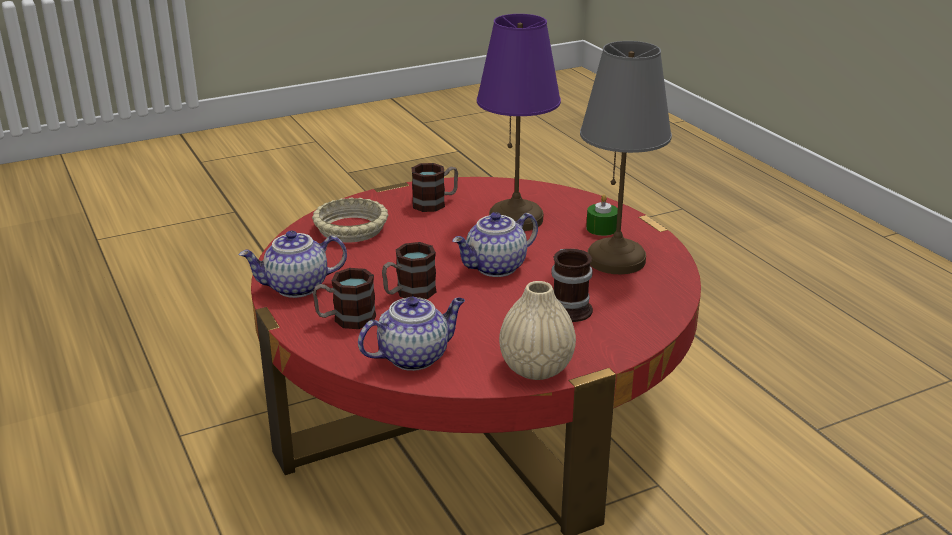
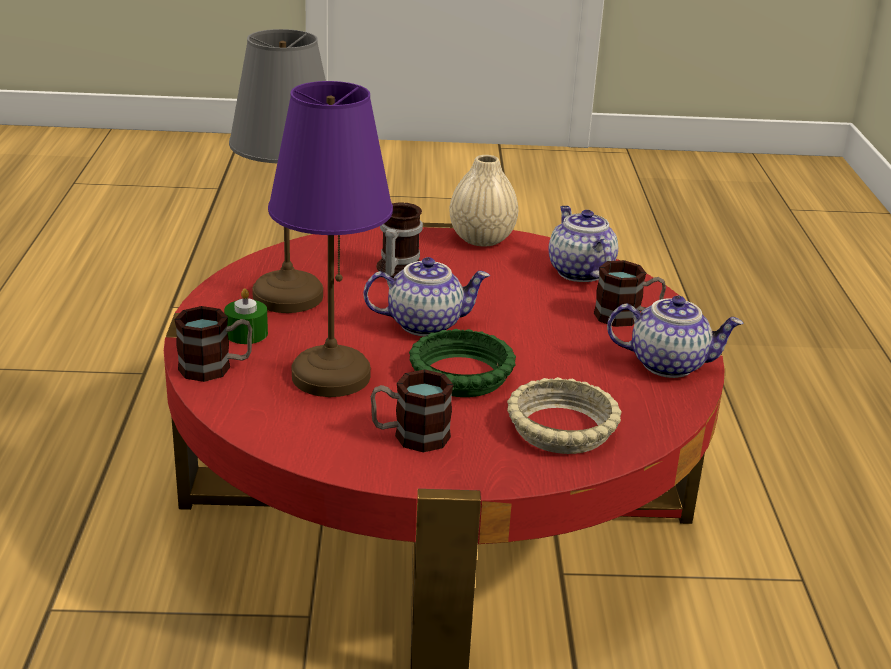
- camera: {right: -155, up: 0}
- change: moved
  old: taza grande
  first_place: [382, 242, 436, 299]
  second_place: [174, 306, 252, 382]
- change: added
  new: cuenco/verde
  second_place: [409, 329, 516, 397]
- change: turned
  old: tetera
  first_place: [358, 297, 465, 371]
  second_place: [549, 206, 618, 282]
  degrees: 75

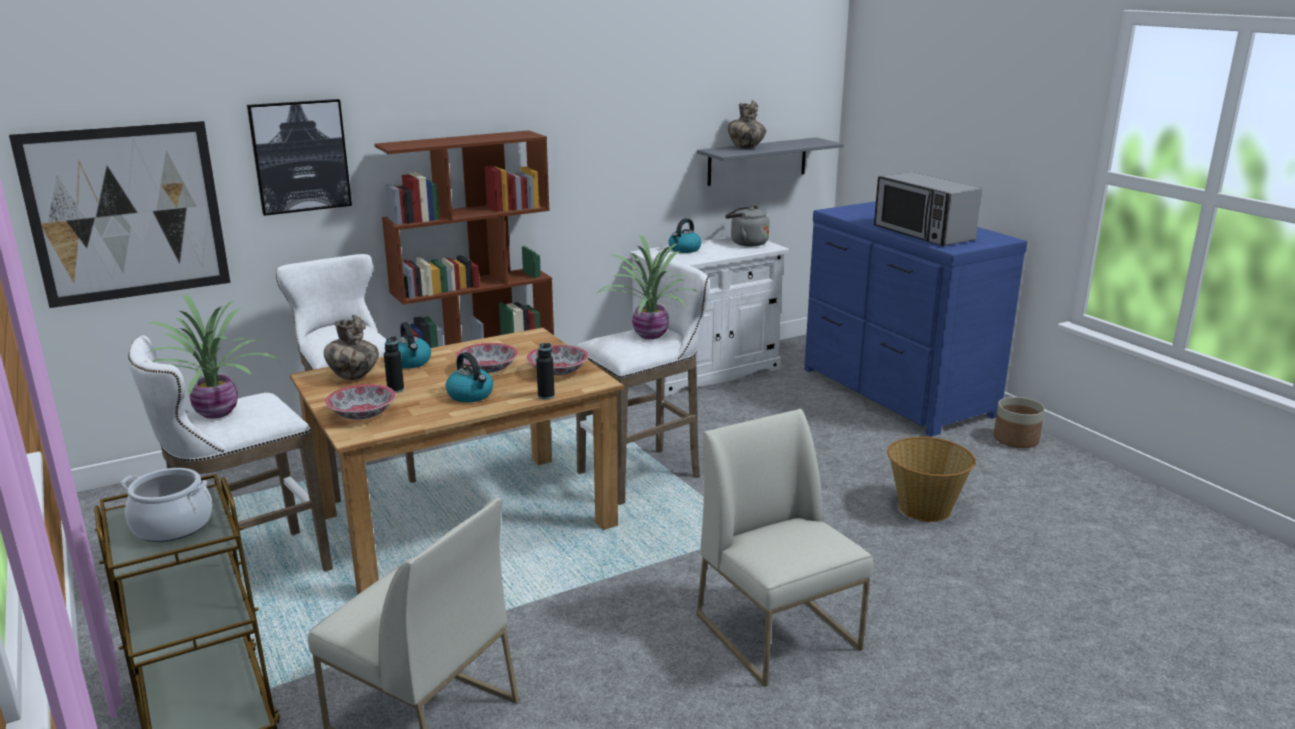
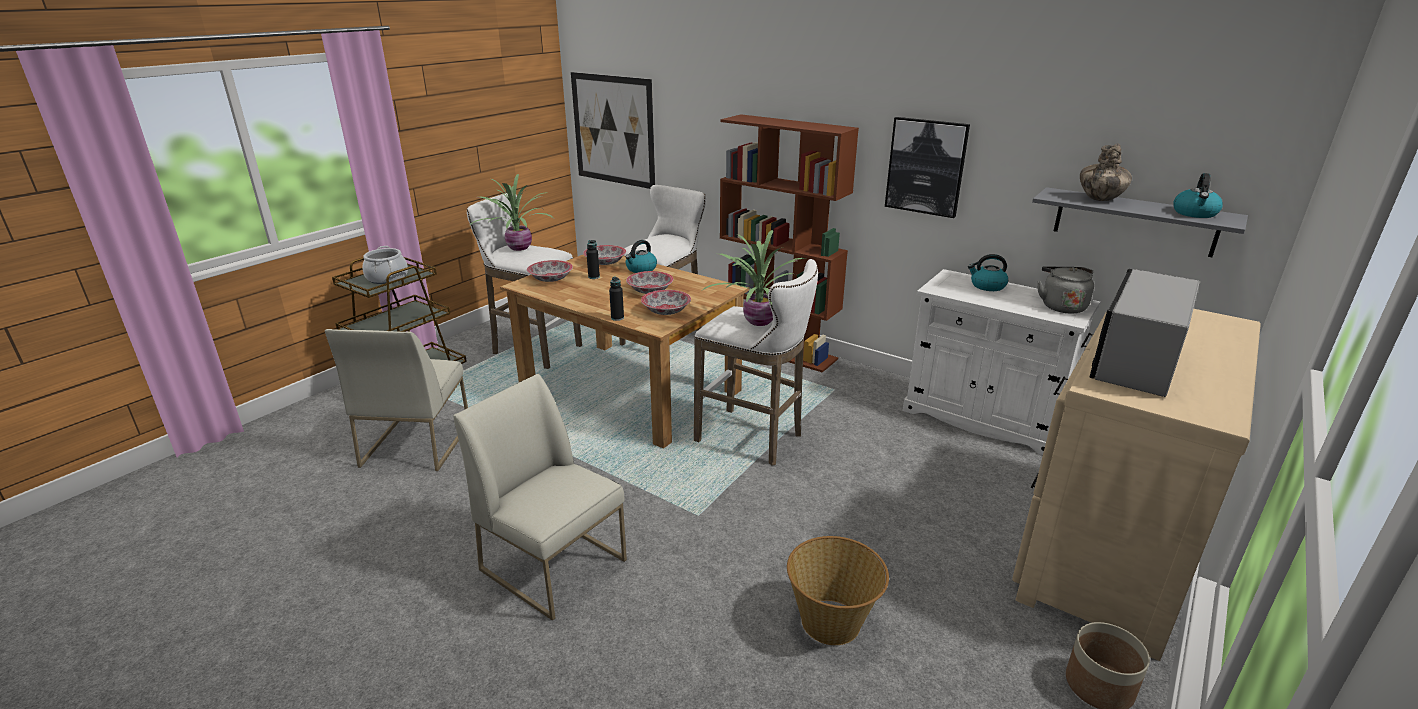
- camera: {right: 65, up: 5}
- change: turned
  old: silla/blanco
  first_place: [696, 409, 873, 687]
  second_place: [453, 374, 627, 621]
  degrees: -90
- change: replaced
  old: florero
  new: cuenco
  first_place: [324, 315, 379, 380]
  second_place: [583, 245, 626, 265]
- change: moved
  old: cuadro
  first_place: [247, 99, 352, 216]
  second_place: [885, 117, 970, 218]
- change: recoloured
  old: cómoda/azul
  new: cómoda/beis
  first_place: [804, 201, 1027, 437]
  second_place: [1012, 309, 1261, 661]
- change: moved
  old: hervidor
  first_place: [446, 352, 493, 403]
  second_place: [1173, 173, 1223, 218]

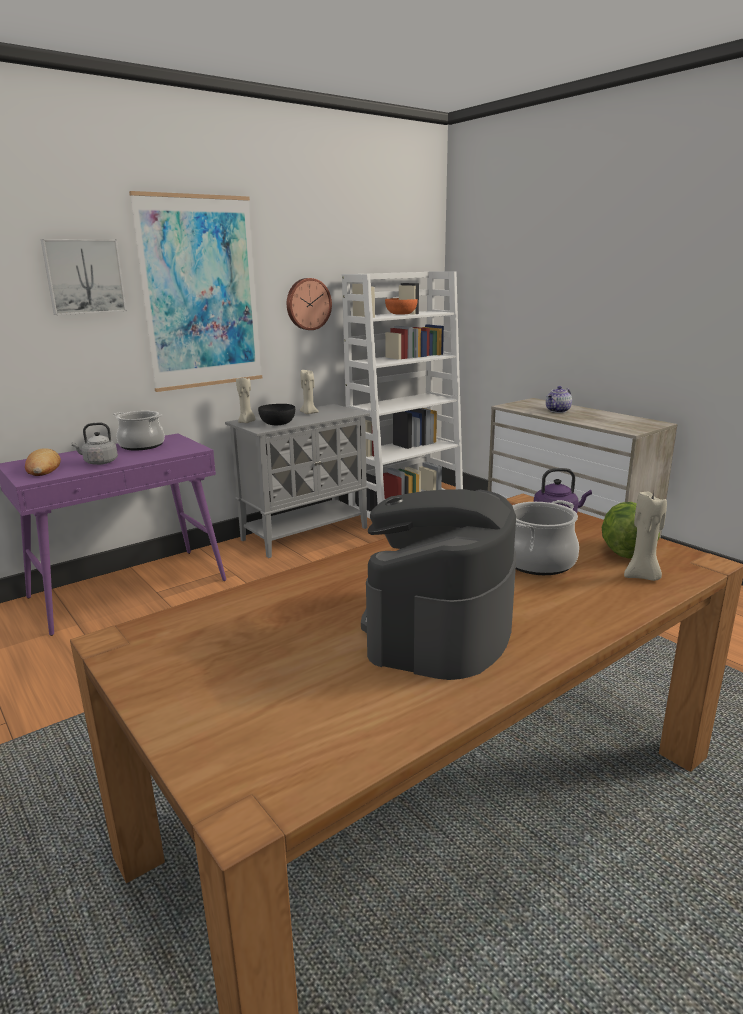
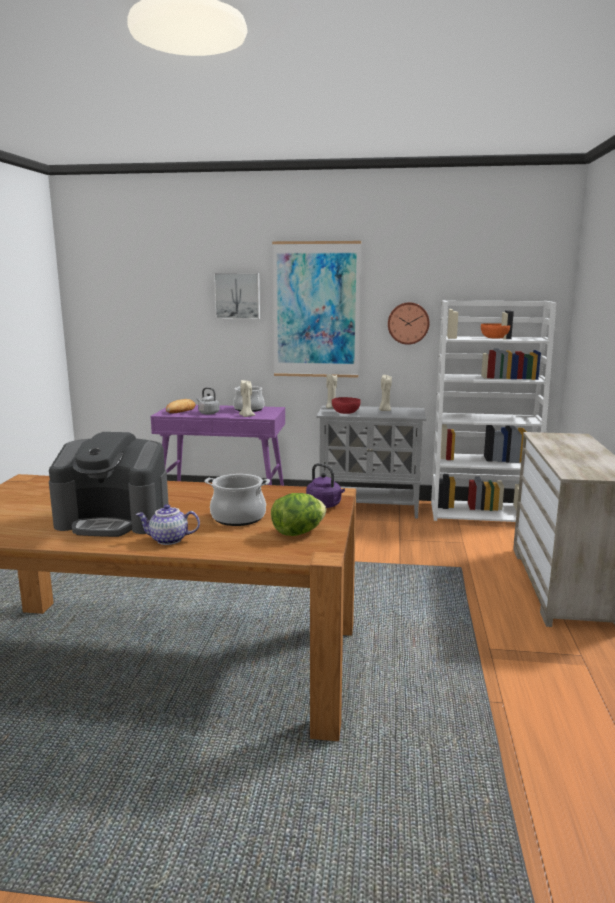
- camera: {right: 45, up: -5}
- change: turned
  old: cafetera
  first_place: [361, 489, 516, 680]
  second_place: [49, 432, 168, 537]
  degrees: -150
- change: moved
  old: tetera
  first_place: [546, 386, 572, 413]
  second_place: [136, 504, 200, 545]
- change: moved
  old: vela/beis
  first_place: [624, 492, 667, 581]
  second_place: [239, 380, 255, 417]
- change: recoloured
  old: cuenco/negro
  new: cuenco/rojo
  first_place: [258, 404, 295, 425]
  second_place: [332, 397, 361, 414]

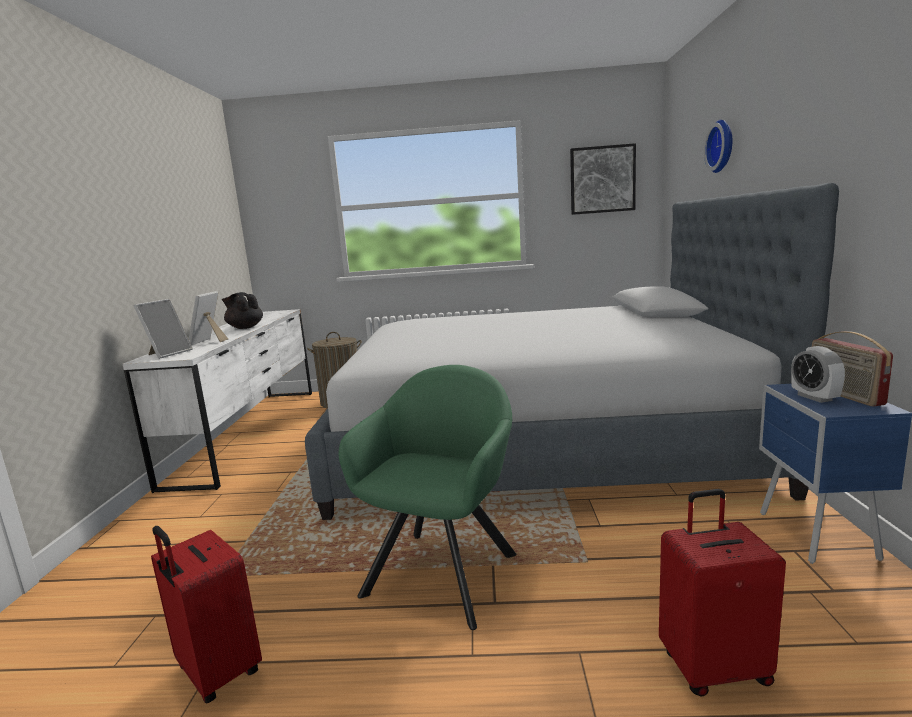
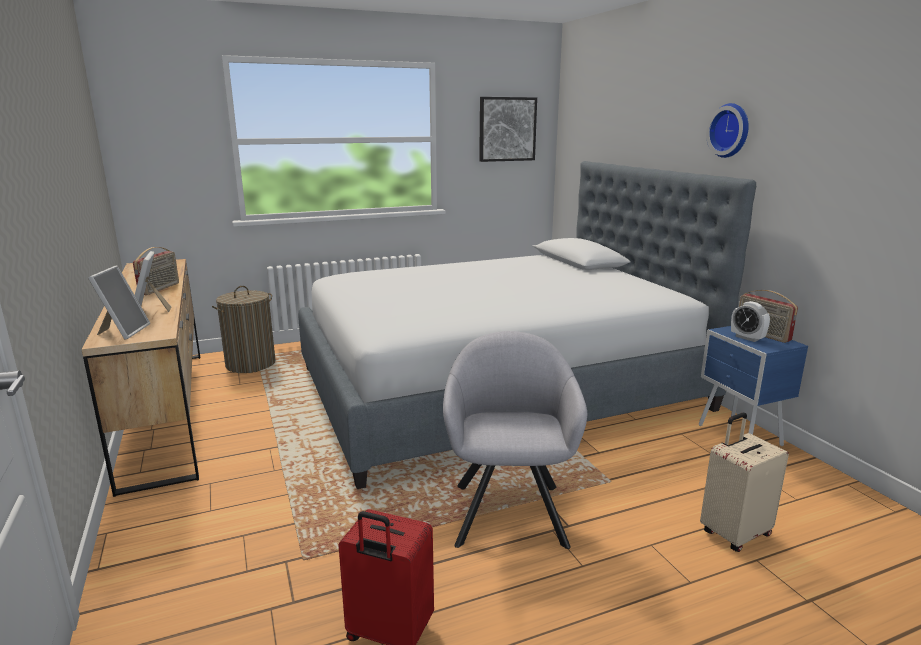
- camera: {right: -25, up: 5}
- change: recoloured
  old: cómoda/blanco
  new: cómoda/marrón
  first_place: [123, 309, 312, 493]
  second_place: [81, 259, 200, 497]
- change: replaced
  old: tetera/negro
  new: radio
  first_place: [222, 292, 263, 329]
  second_place: [133, 247, 179, 295]
- change: recoloured
  old: sillón/verde
  new: sillón/gris
  first_place: [339, 365, 516, 630]
  second_place: [443, 331, 587, 549]
- change: recoloured
  old: maleta/rojo
  new: maleta/beis
  first_place: [659, 489, 786, 697]
  second_place: [700, 413, 789, 552]
- change: moved
  old: reloj de pared
  first_place: [704, 120, 732, 173]
  second_place: [706, 103, 749, 158]

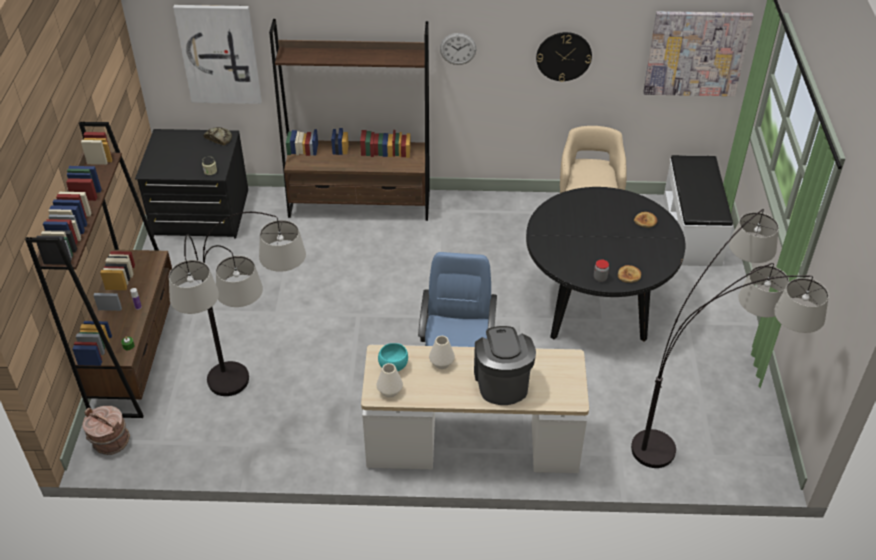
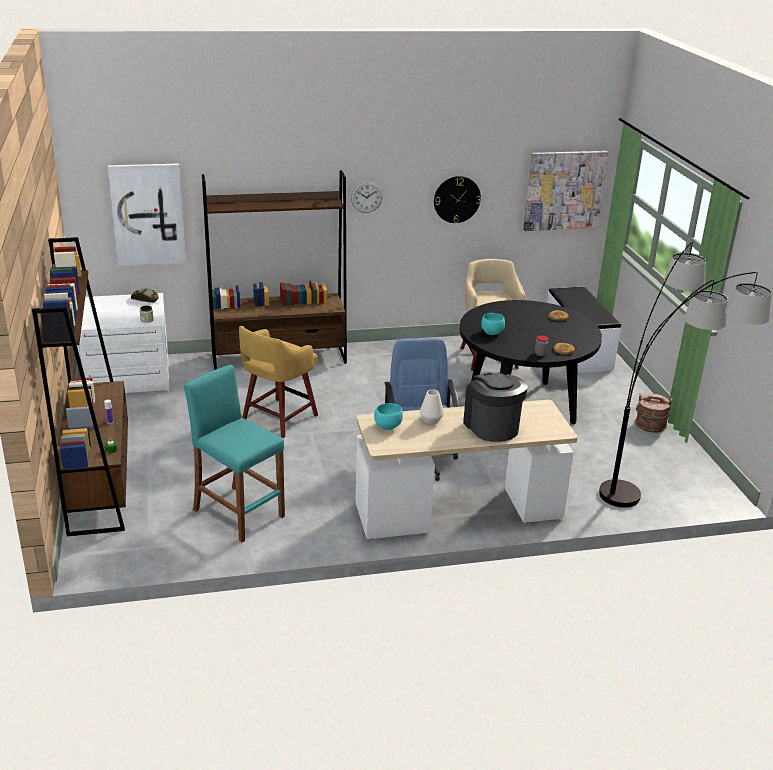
- camera: {right: -15, up: -15}
- change: recoloured
  old: cómoda/negro
  new: cómoda/blanco
  first_place: [135, 129, 248, 239]
  second_place: [77, 293, 170, 393]
- change: replaced
  old: lámpara de pie
  new: taburete/turquesa
  first_place: [169, 212, 306, 396]
  second_place: [184, 365, 285, 542]
- change: added
  new: taburete/amarillo
  second_place: [239, 326, 318, 438]
- change: added
  new: cuenco/turquesa
  second_place: [481, 313, 505, 335]
- change: moved
  old: cubo/marrón
  first_place: [82, 406, 130, 455]
  second_place: [635, 393, 672, 433]
- change: removed
  old: florero/blanco
  first_place: [377, 363, 403, 397]

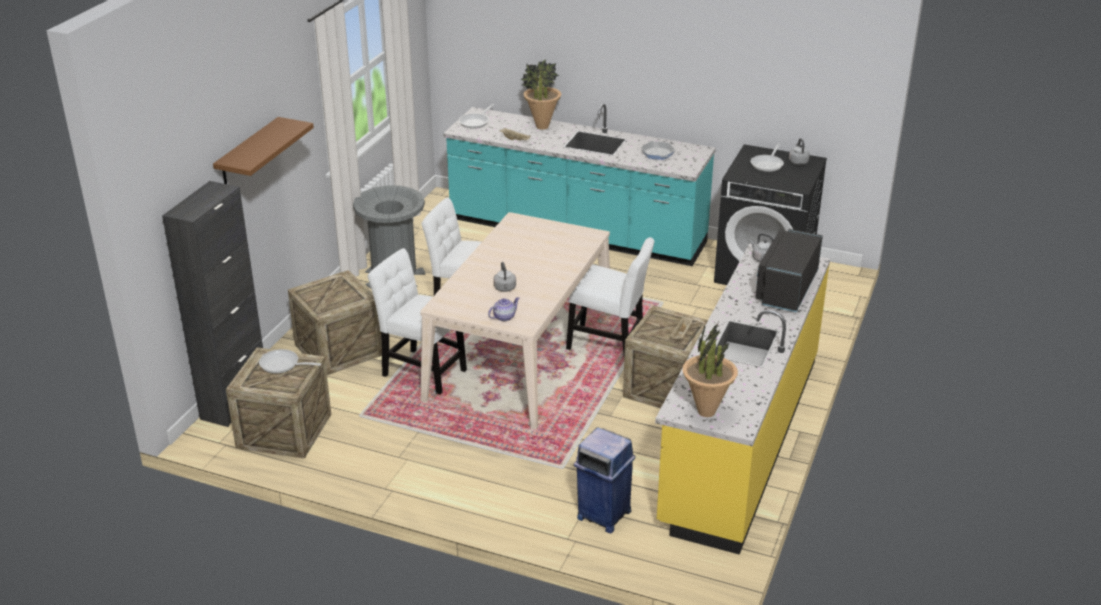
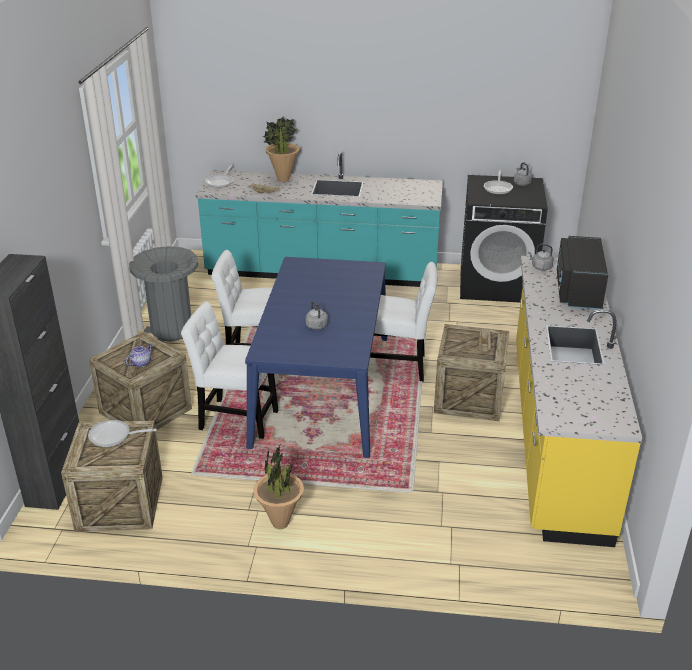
- camera: {right: -15, up: 0}
- change: moved
  old: tetera
  first_place: [488, 297, 519, 321]
  second_place: [126, 343, 153, 367]
- change: recoloured
  old: mesa de comedor/beis
  new: mesa de comedor/azul
  first_place: [420, 212, 612, 430]
  second_place: [245, 257, 387, 458]
- change: moved
  old: planta en maceta
  first_place: [683, 322, 738, 417]
  second_place: [253, 445, 304, 529]
- change: removed
  old: estante/marrón
  first_place: [213, 117, 314, 184]
- change: removed
  old: papelera/azul
  first_place: [574, 428, 635, 533]
- change: removed
  old: sartén
  first_place: [641, 141, 675, 160]

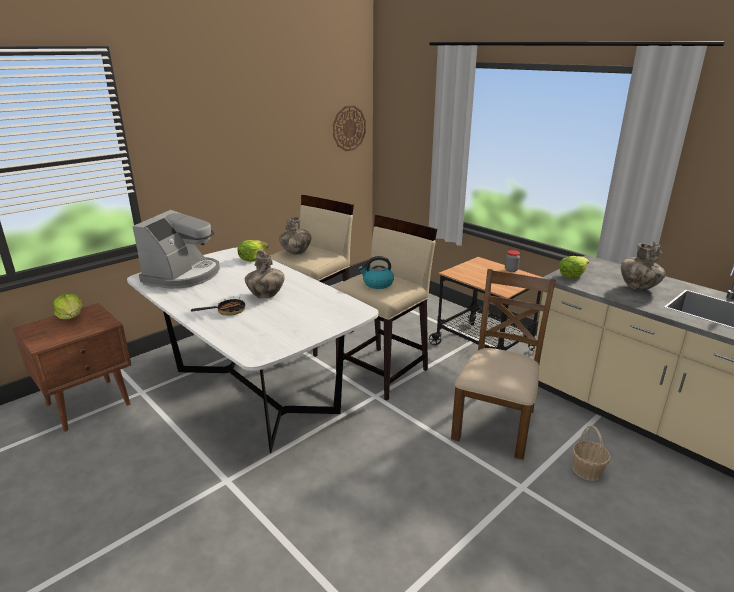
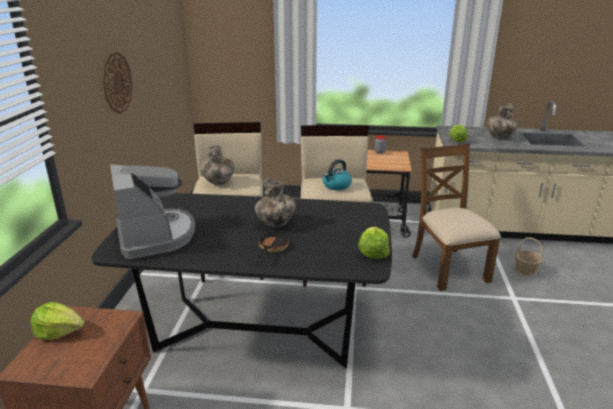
- camera: {right: -40, up: 0}
- change: recoloured
  old: mesa de comedor/blanco
  new: mesa de comedor/negro
  first_place: [127, 247, 378, 453]
  second_place: [92, 193, 392, 368]
- change: moved
  old: reloj de pared
  first_place: [333, 105, 366, 151]
  second_place: [103, 52, 133, 114]
- change: moved
  old: lechuga
  first_place: [238, 240, 269, 262]
  second_place: [358, 227, 390, 259]

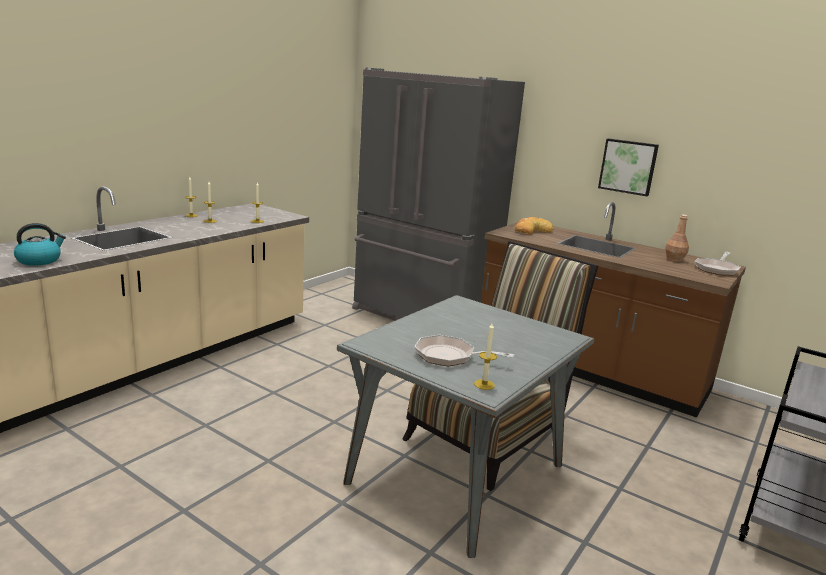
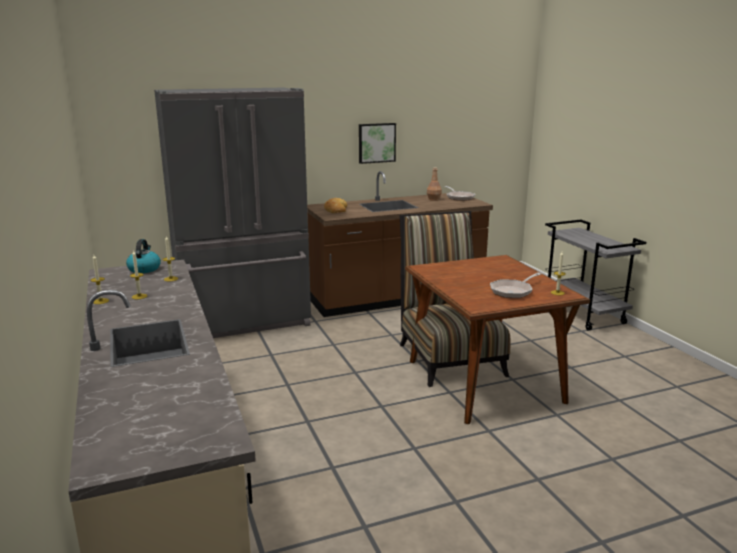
- camera: {right: -55, up: 0}
- change: moved
  old: hervidor
  first_place: [14, 223, 66, 266]
  second_place: [126, 239, 161, 273]
- change: recoloured
  old: mesa de comedor/gris
  new: mesa de comedor/marrón
  first_place: [337, 295, 594, 558]
  second_place: [405, 255, 590, 424]

